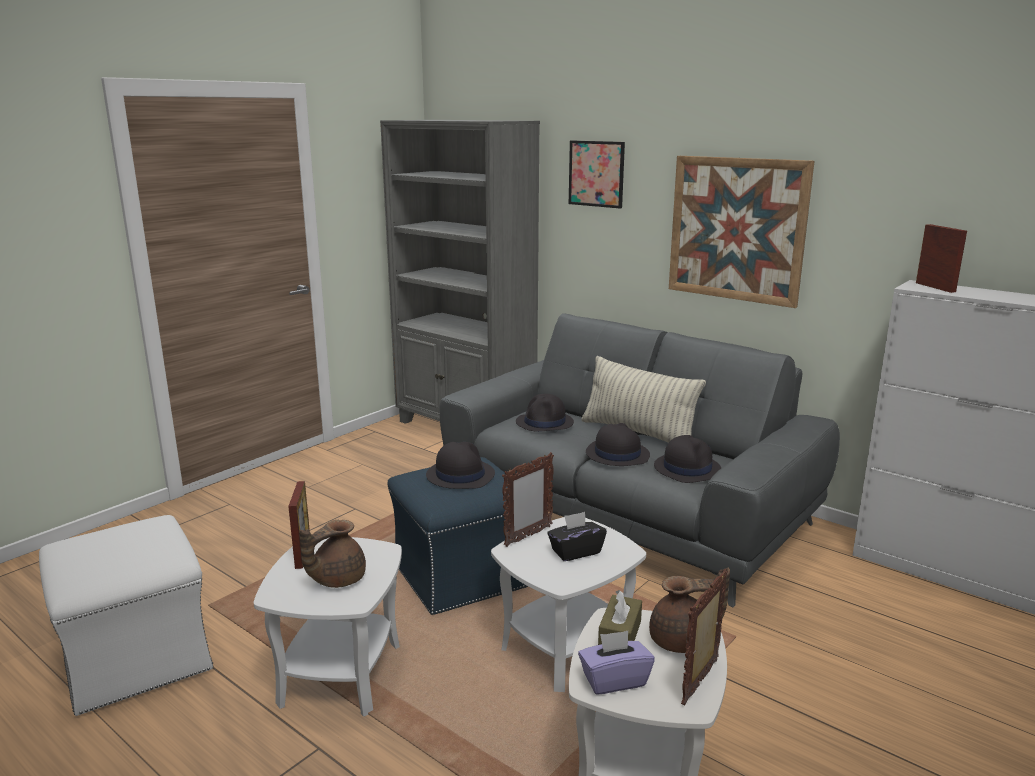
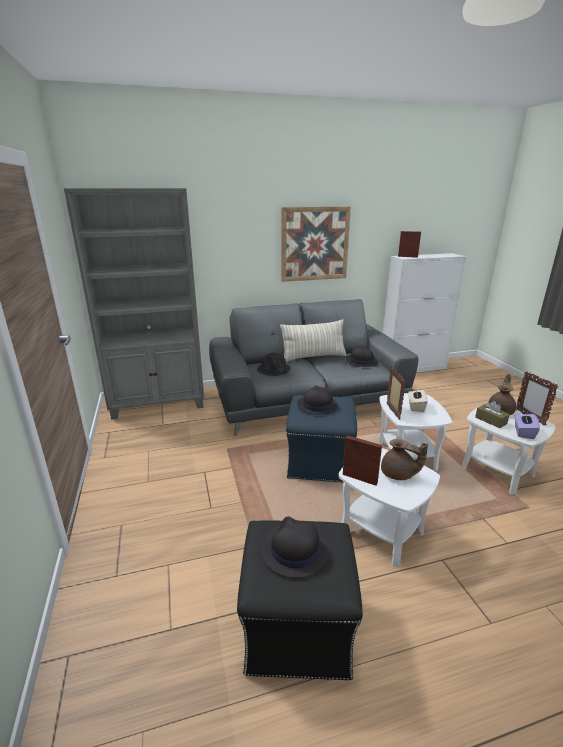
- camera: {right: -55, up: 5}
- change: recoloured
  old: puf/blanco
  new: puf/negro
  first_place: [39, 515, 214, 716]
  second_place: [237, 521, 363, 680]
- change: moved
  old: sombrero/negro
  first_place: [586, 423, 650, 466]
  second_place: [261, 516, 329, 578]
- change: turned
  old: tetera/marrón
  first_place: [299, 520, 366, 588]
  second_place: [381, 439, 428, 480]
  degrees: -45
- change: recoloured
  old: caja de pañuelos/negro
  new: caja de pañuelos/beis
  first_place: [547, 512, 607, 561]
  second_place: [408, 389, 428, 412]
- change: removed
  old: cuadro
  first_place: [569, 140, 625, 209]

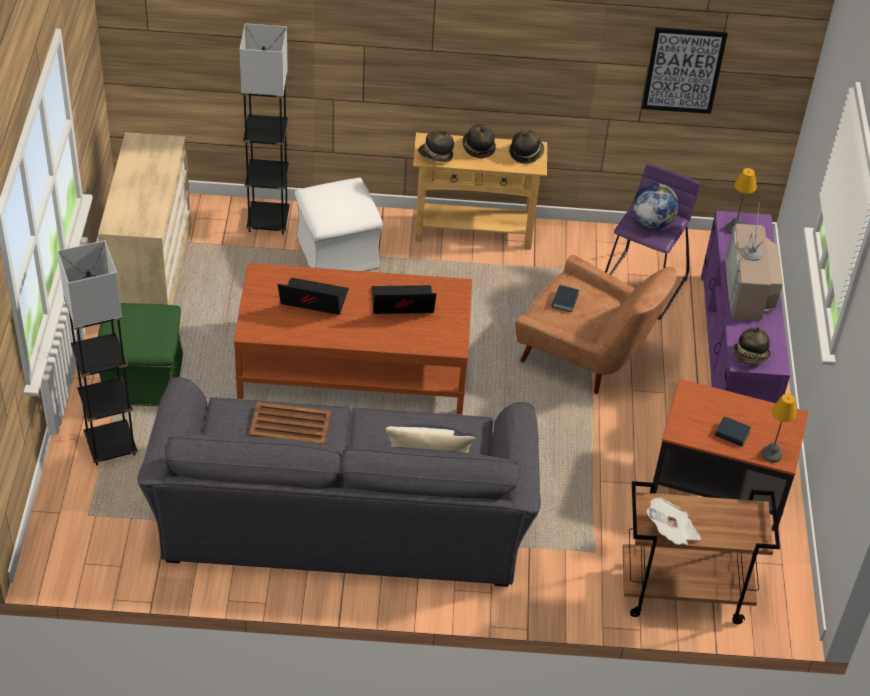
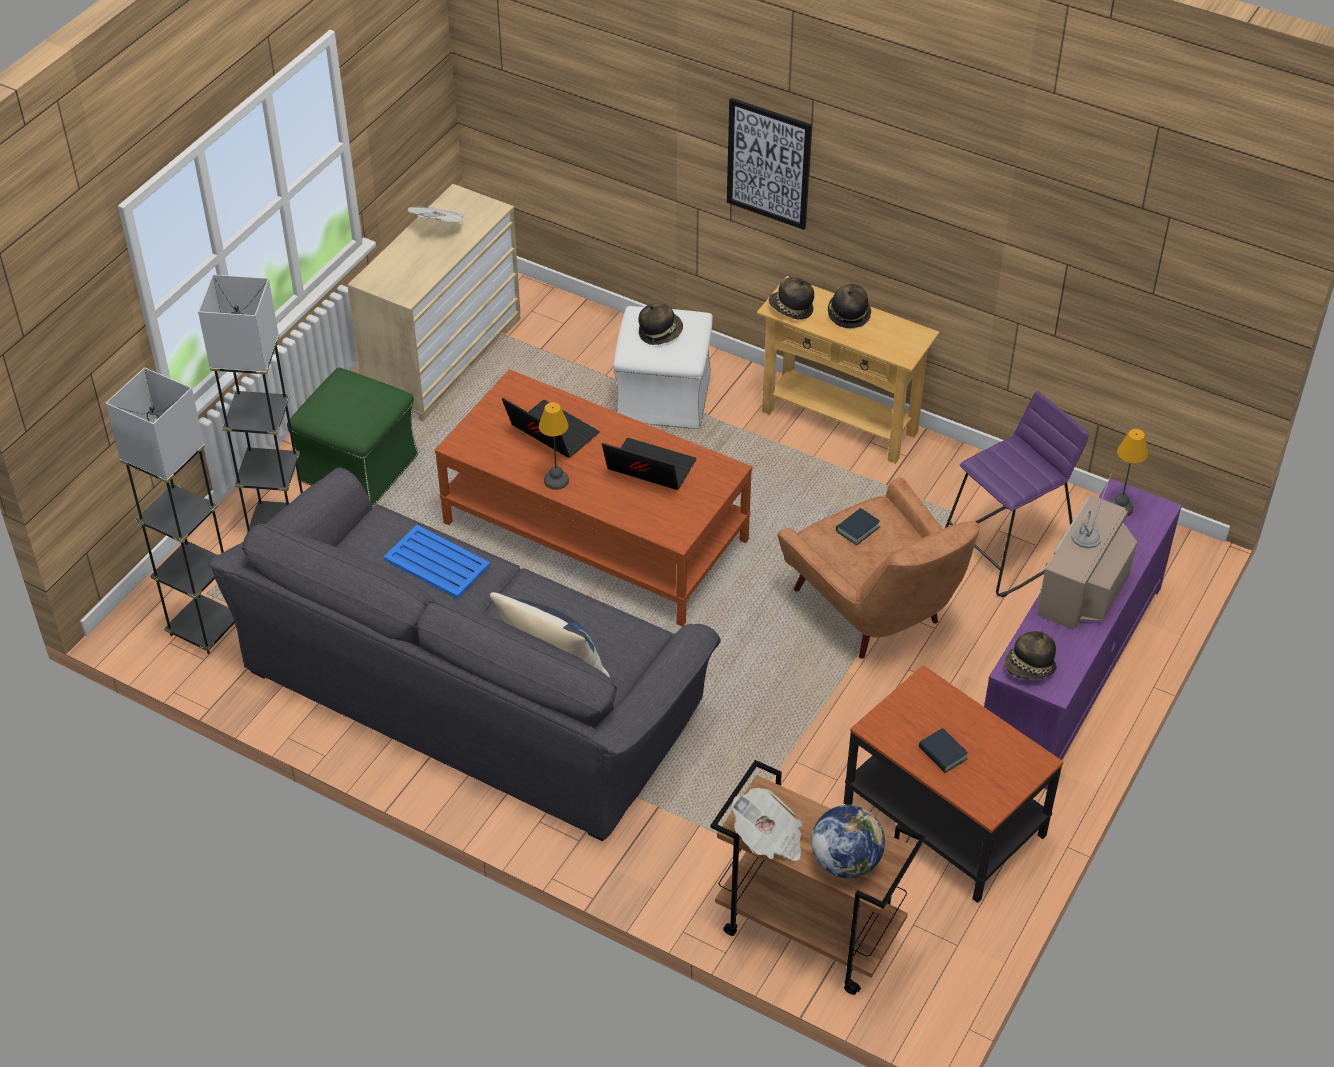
- camera: {right: 30, up: 0}
- change: moved
  old: lámpara de pie/gris
  first_place: [239, 23, 290, 235]
  second_place: [106, 367, 235, 654]
- change: recoloured
  old: bandeja/marrón
  new: bandeja/azul
  first_place: [249, 402, 331, 444]
  second_place: [384, 525, 490, 599]
- change: added
  new: periódico
  second_place: [408, 207, 466, 223]
- change: moved
  old: lámpara de mesa
  first_place: [761, 394, 797, 463]
  second_place: [539, 402, 569, 490]
- change: moved
  old: sombrero
  first_place: [509, 130, 544, 164]
  second_place: [638, 303, 683, 345]
- change: moved
  old: cuadro
  first_place: [642, 27, 728, 114]
  second_place: [727, 98, 812, 230]
- change: moved
  old: globo terráqueo
  first_place: [633, 183, 679, 229]
  second_place: [811, 805, 885, 878]

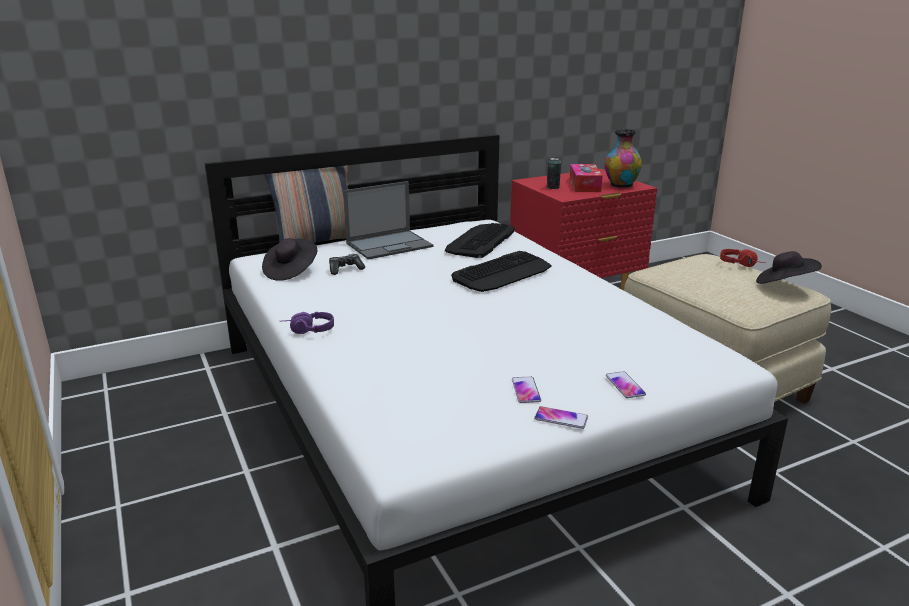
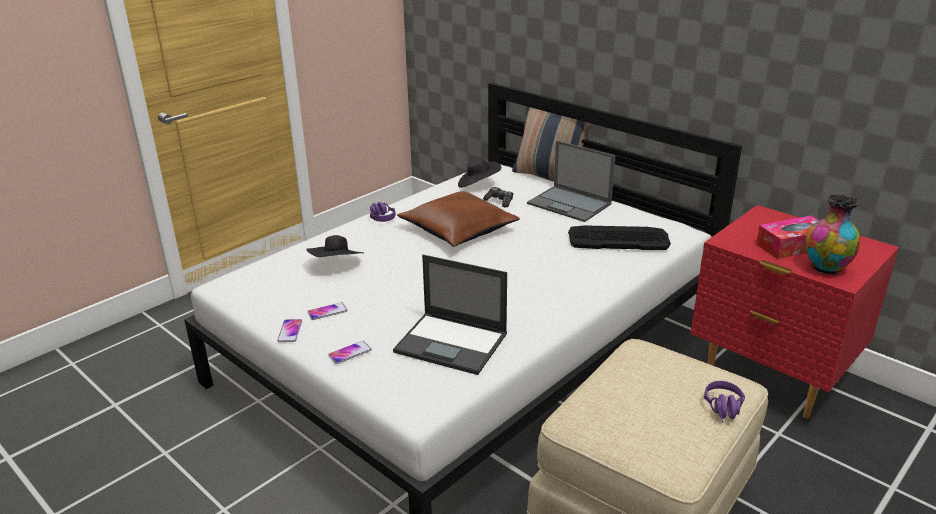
- camera: {right: 70, up: 5}
- change: moved
  old: sombrero/negro
  first_place: [756, 251, 822, 284]
  second_place: [306, 235, 363, 257]
- change: added
  new: portátil
  second_place: [393, 255, 507, 375]
- change: added
  new: cojín/marrón
  second_place: [397, 191, 520, 247]
- change: recoloured
  old: auriculares/rojo
  new: auriculares/morado
  first_place: [720, 249, 766, 267]
  second_place: [704, 381, 745, 423]
- change: removed
  old: teclado
  first_place: [451, 251, 552, 292]
- change: removed
  old: lata
  first_place: [547, 158, 561, 189]

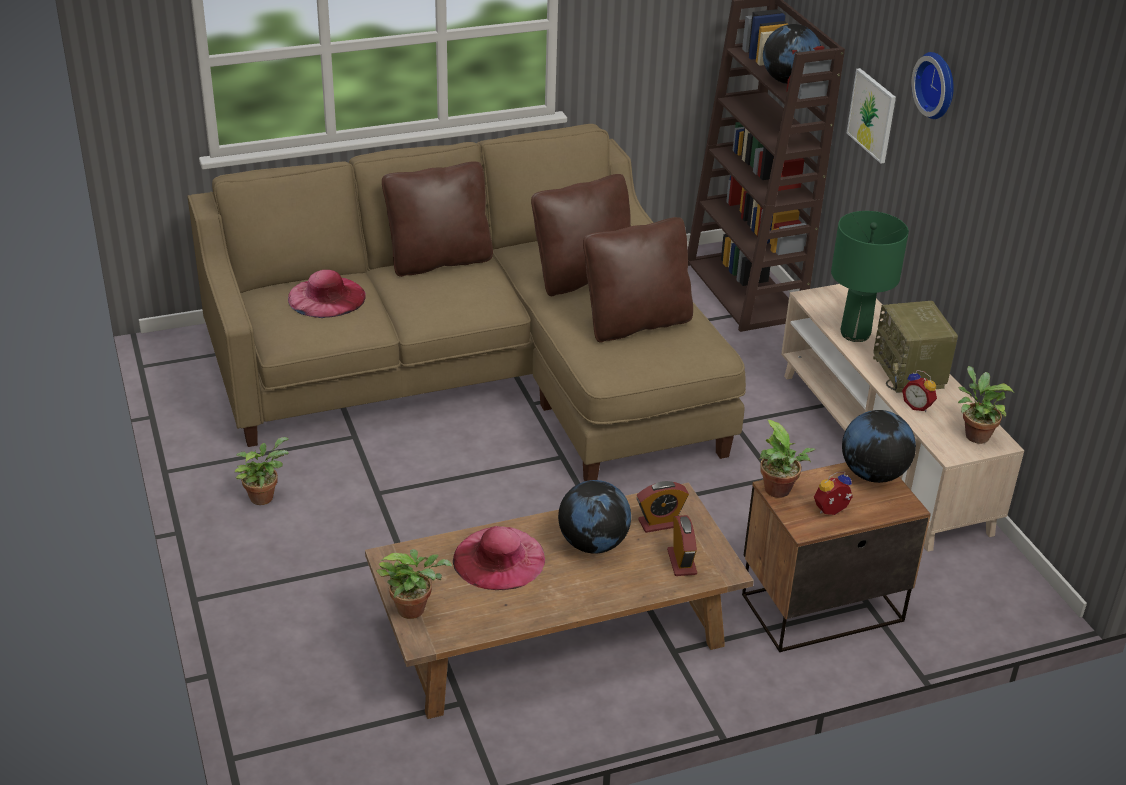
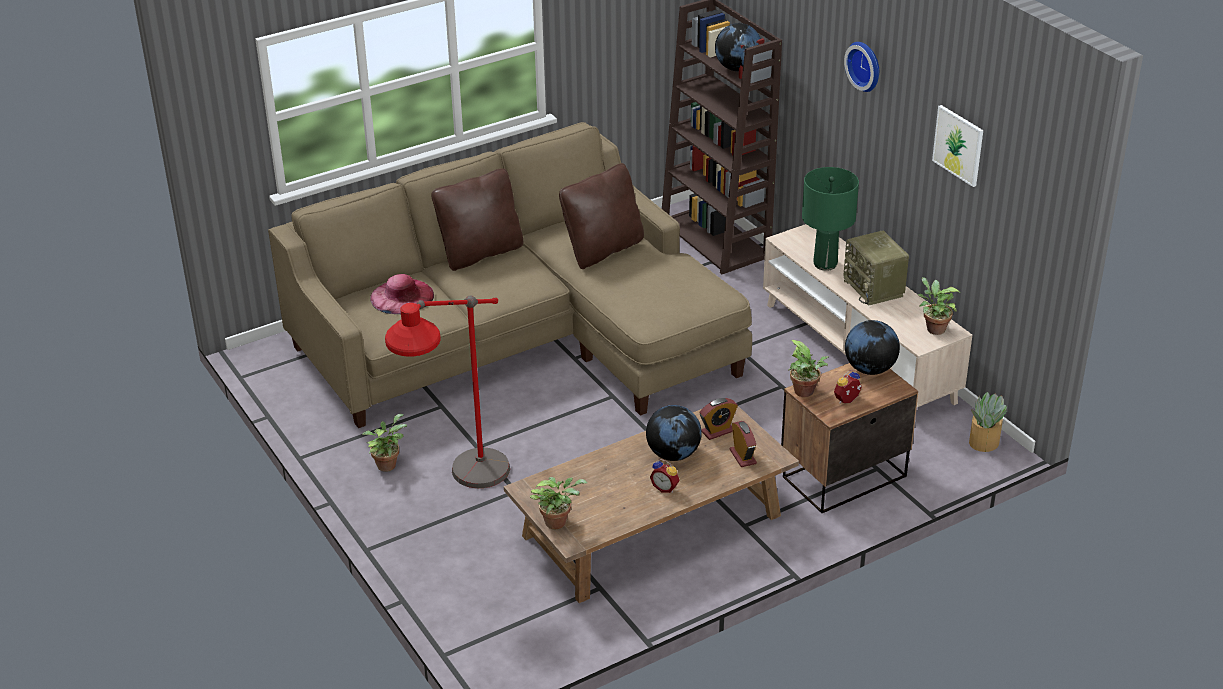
- camera: {right: -10, up: 0}
- change: added
  new: lámpara de pie/rojo
  second_place: [385, 296, 510, 488]
- change: moved
  old: despertador
  first_place: [902, 370, 937, 412]
  second_place: [650, 459, 680, 493]
- change: moved
  old: cuadro
  first_place: [847, 68, 896, 164]
  second_place: [932, 105, 983, 187]
- change: added
  new: planta en maceta
  second_place: [969, 392, 1007, 452]
- change: removed
  old: sombrero/rosa
  first_place: [453, 526, 545, 590]
- change: removed
  old: cojín/marrón
  first_place: [583, 217, 693, 343]

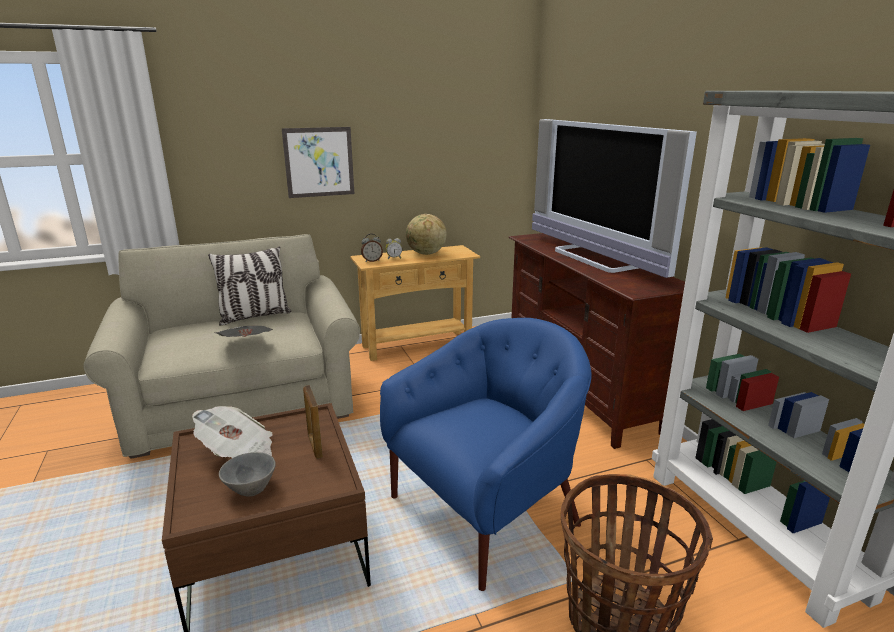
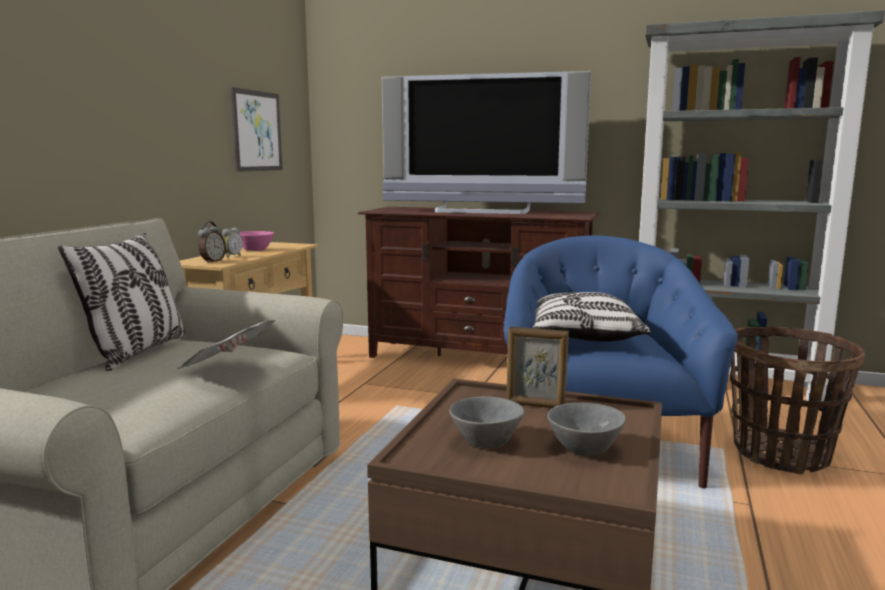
- camera: {right: -50, up: -10}
- change: moved
  old: cuadro
  first_place: [282, 127, 354, 198]
  second_place: [230, 87, 283, 172]
- change: replaced
  old: globo terráqueo
  new: cuenco/rosa
  first_place: [406, 214, 447, 255]
  second_place: [239, 231, 274, 251]
- change: replaced
  old: periódico
  new: cuenco/gris
  first_place: [192, 406, 273, 458]
  second_place: [449, 396, 524, 448]
- change: added
  new: cojín
  second_place: [532, 292, 651, 342]

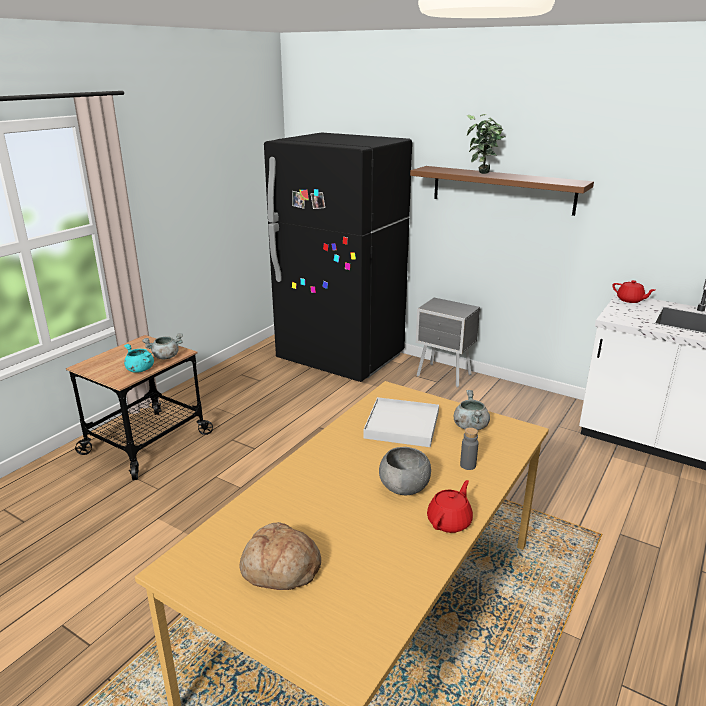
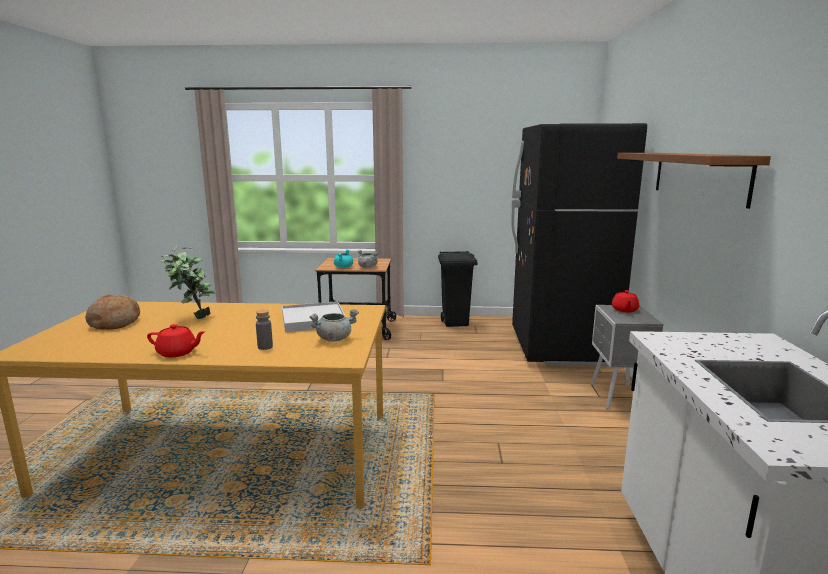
- camera: {right: 60, up: -10}
- change: moved
  old: planta en maceta
  first_place: [467, 114, 505, 174]
  second_place: [160, 245, 215, 319]
- change: added
  new: papelera/negro
  second_place: [438, 251, 478, 327]
- change: moved
  old: tetera/rojo
  first_place: [612, 280, 655, 303]
  second_place: [612, 290, 639, 313]
- change: removed
  old: cuenco/gris
  first_place: [379, 447, 431, 495]

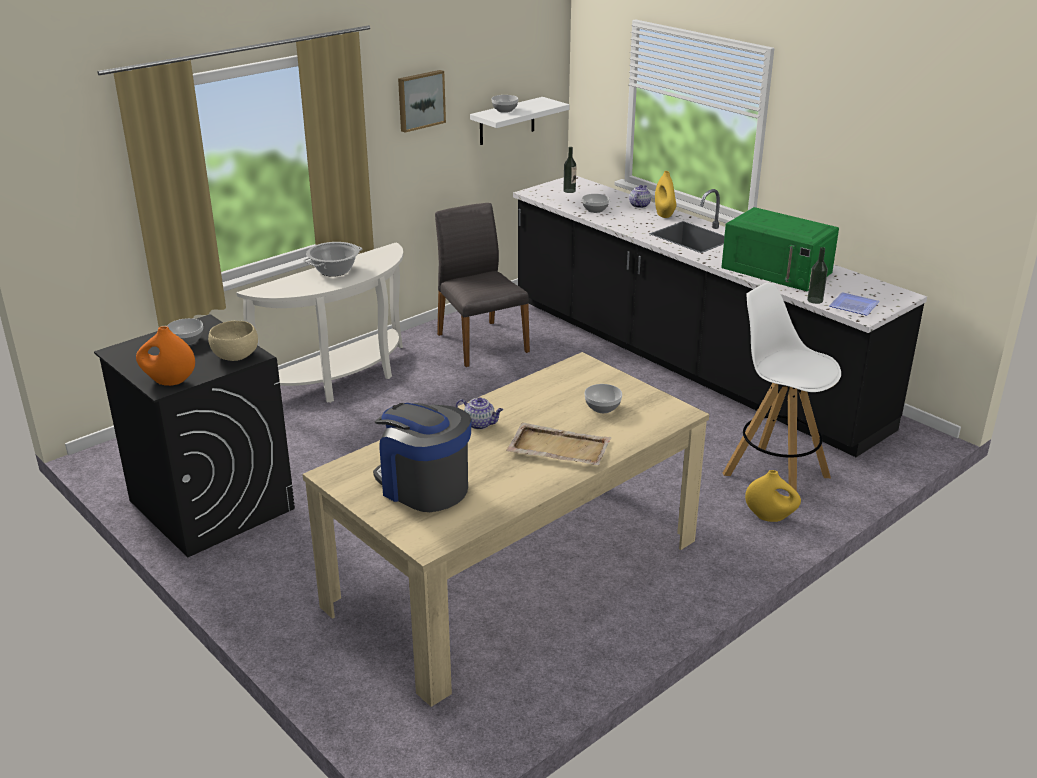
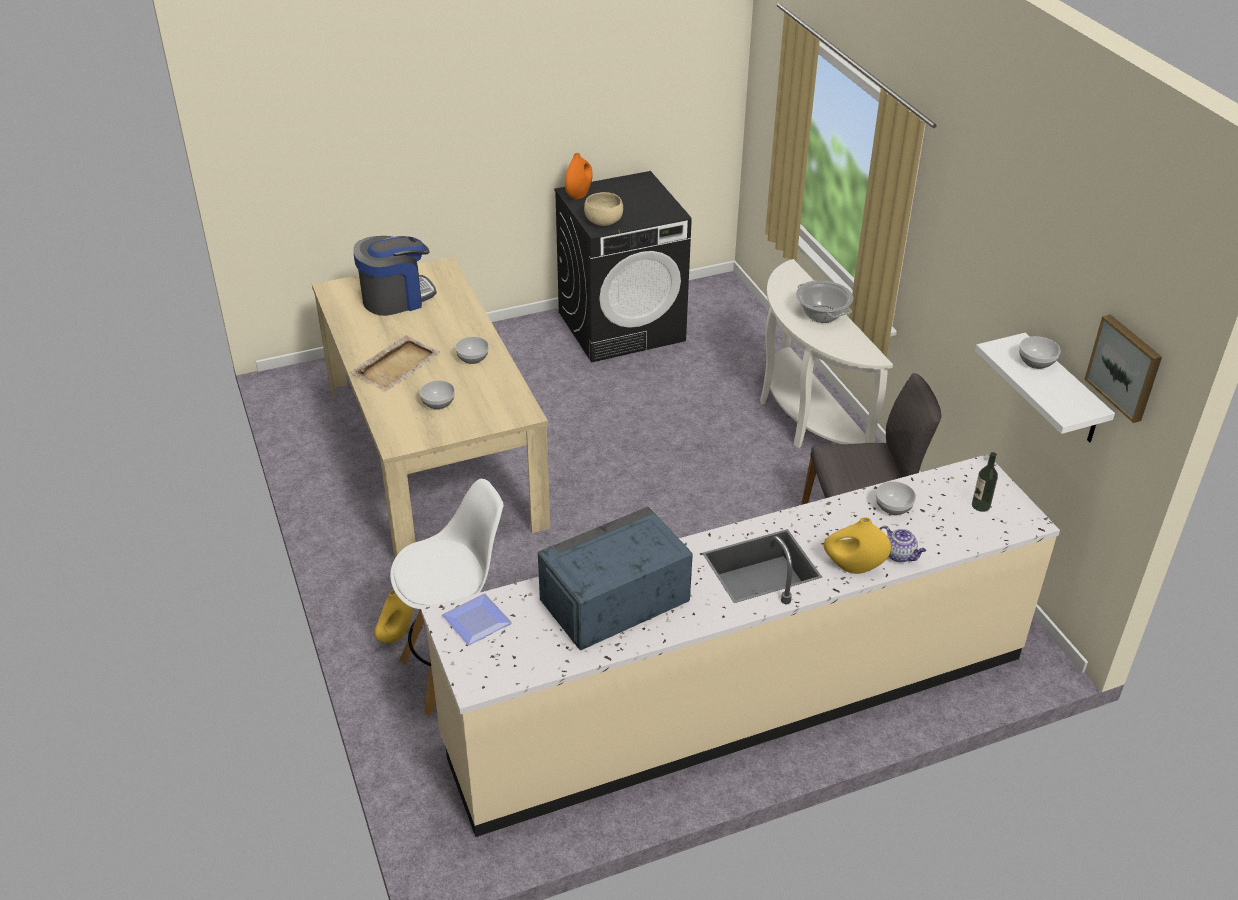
- camera: {right: 110, up: 10}
- change: recoloured
  old: mueble bajo de cocina/negro
  new: mueble bajo de cocina/beis
  first_place: [513, 176, 927, 457]
  second_place: [421, 454, 1060, 837]
- change: moved
  old: cuenco
  first_place: [167, 318, 203, 345]
  second_place: [455, 337, 489, 364]
- change: recoloured
  old: microondas/verde
  new: microondas/azul
  first_place: [721, 207, 839, 291]
  second_place: [538, 507, 693, 650]
- change: moved
  old: cuadro
  first_place: [398, 70, 446, 133]
  second_place: [1084, 314, 1162, 423]
- change: removed
  old: tetera
  first_place: [456, 397, 503, 429]
- change: removed
  old: botella
  first_place: [807, 247, 828, 304]

